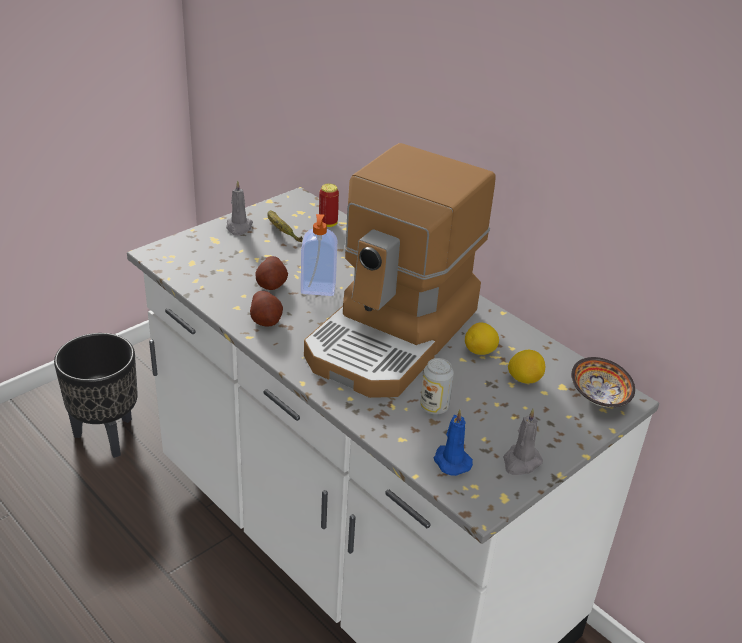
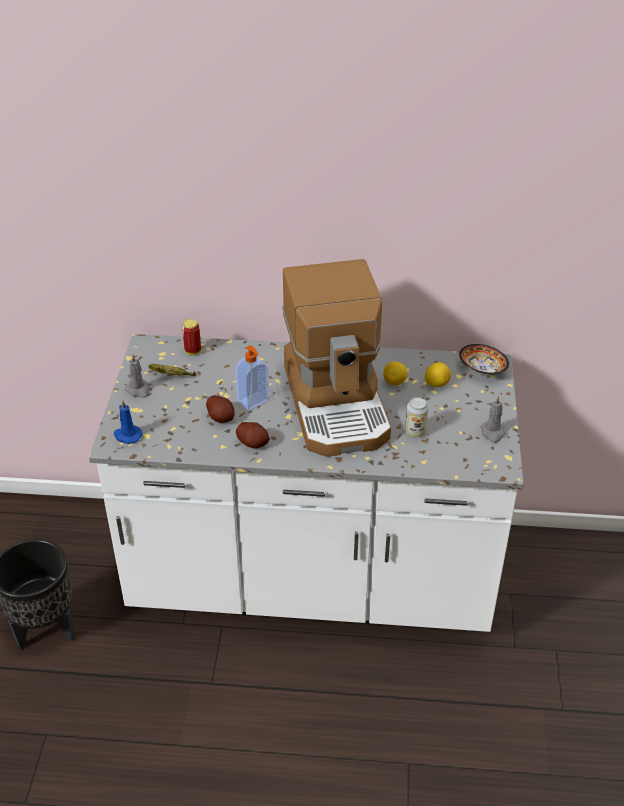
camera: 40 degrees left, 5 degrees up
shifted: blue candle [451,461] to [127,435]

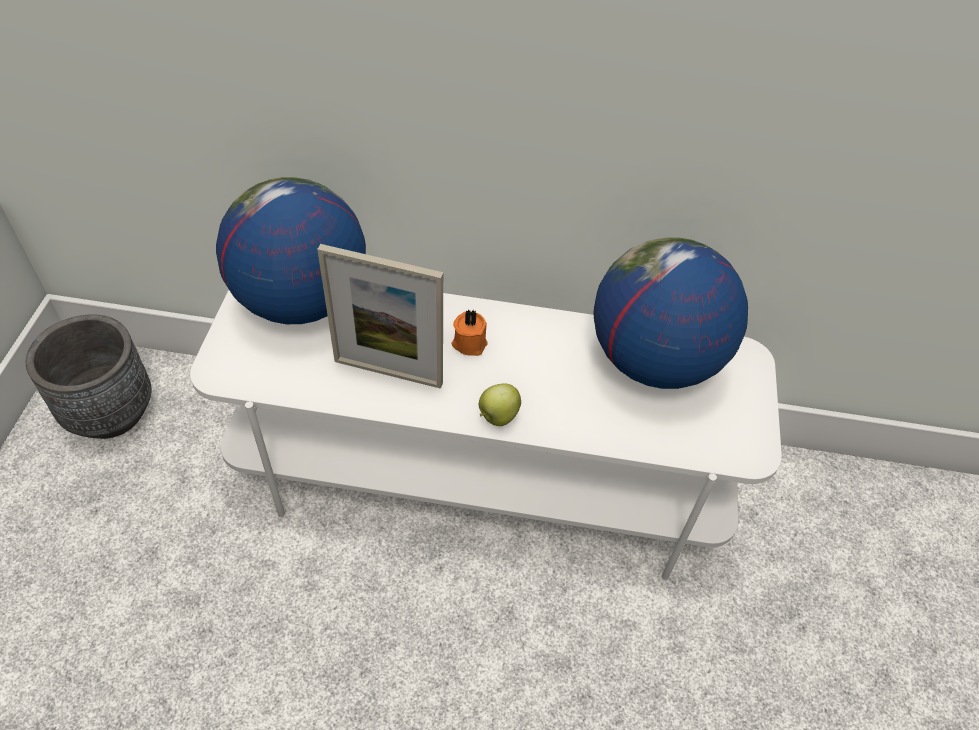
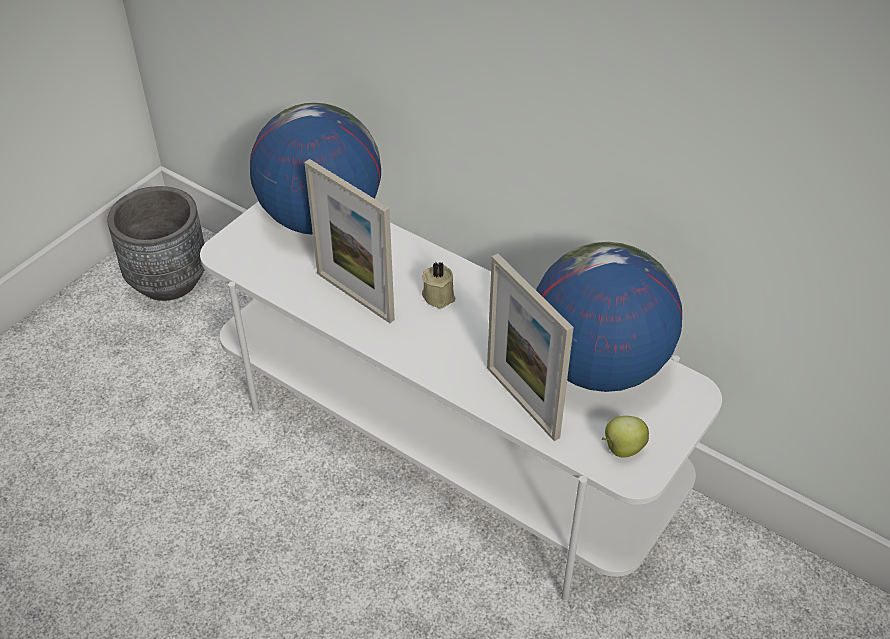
camera: 30 degrees right, 5 degrees down
new: picture frame [522,402]
shifted: apple [497,417] to [622,448]
repainted: orange candle [469,342] to beige candle [439,295]

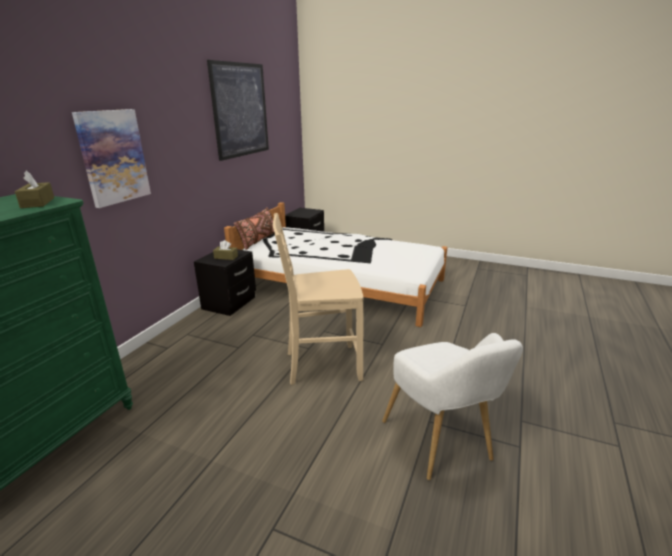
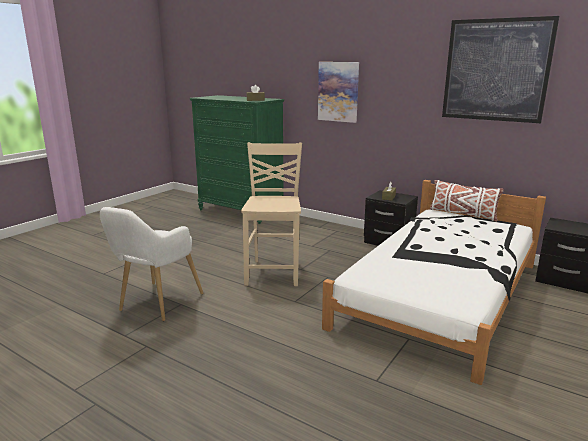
camera: 100 degrees right, 5 degrees down
repainted: brown pillow [258,240] to white pillow [462,214]
rotated: white armchair [441,444] = [156,304] 60 degrees counterclockwise

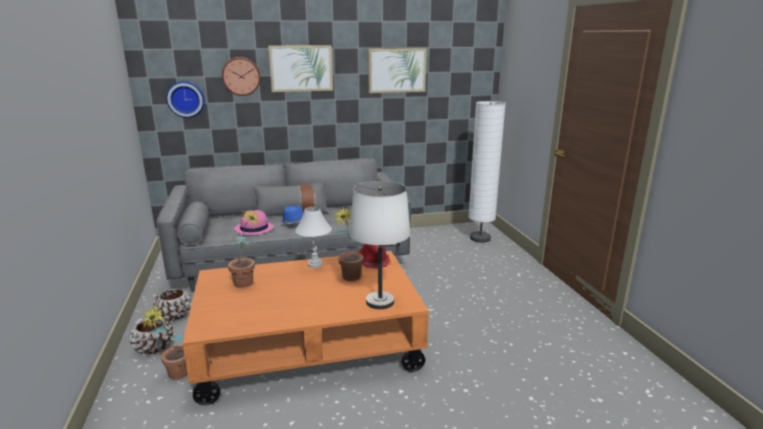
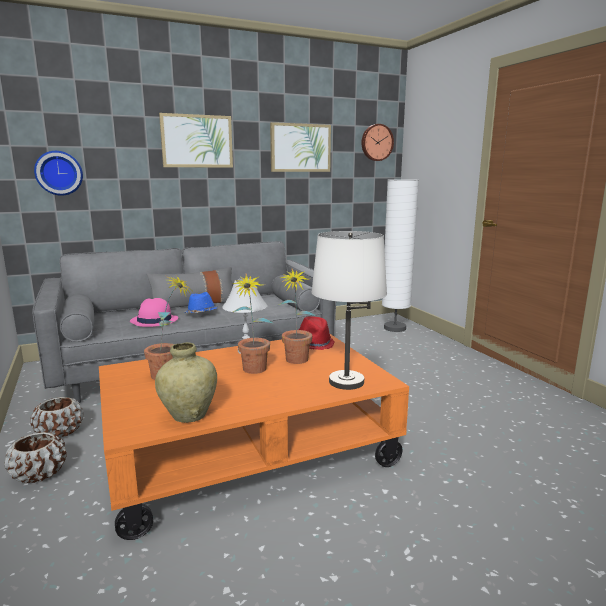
camera: 10 degrees left, 5 degrees down
new: beige vase [189,415]
shifted: wall clock [241,76] to [376,142]; potted plant [174,377] to [253,372]

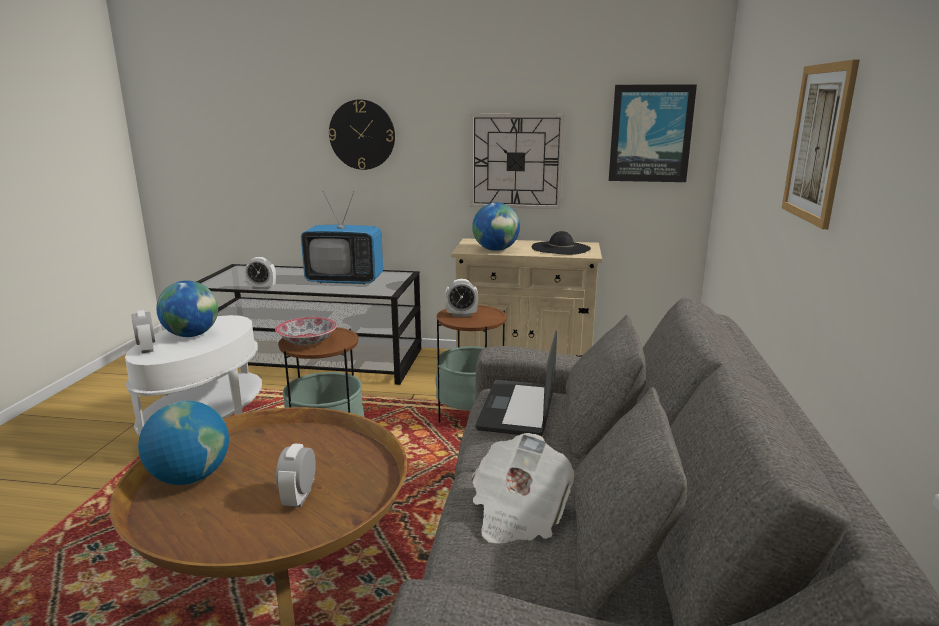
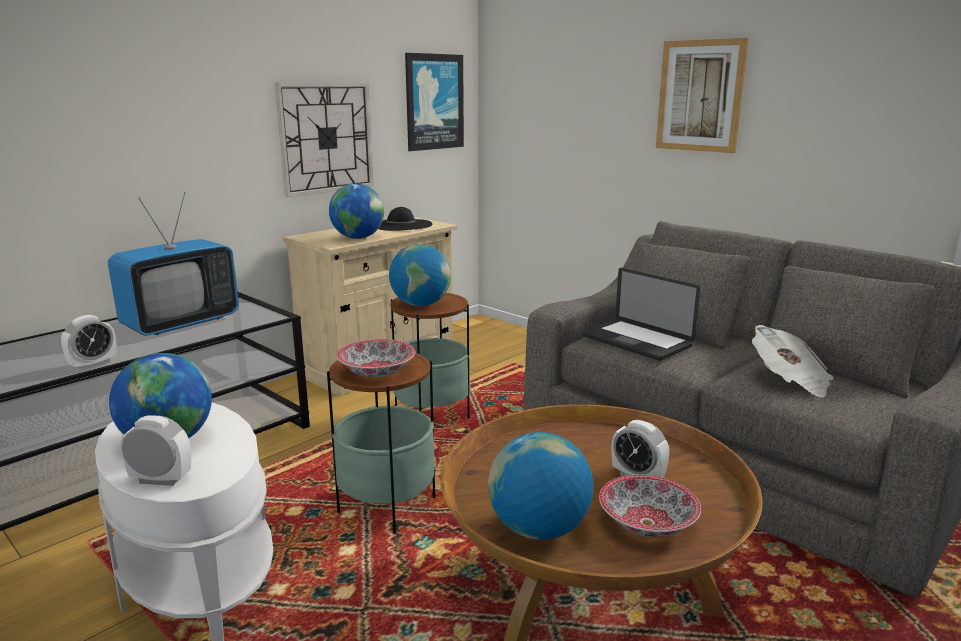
camera: 55 degrees left, 0 degrees up
gone: wall clock [362,135]
new: bowl [646,524]
swapped: alarm clock [461,314] to globe [420,304]

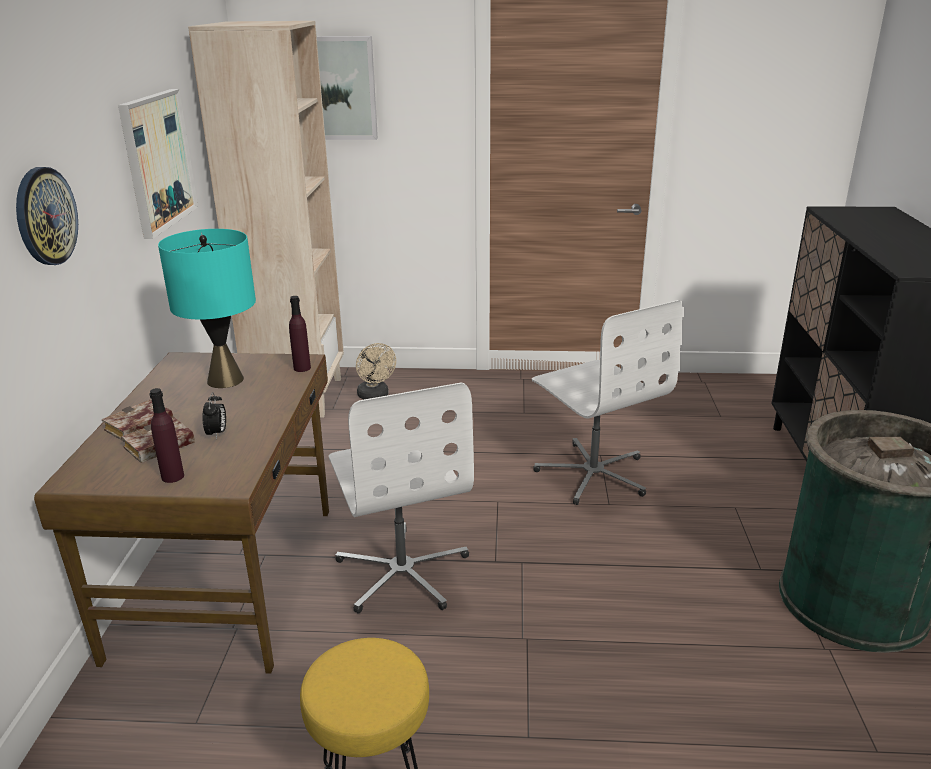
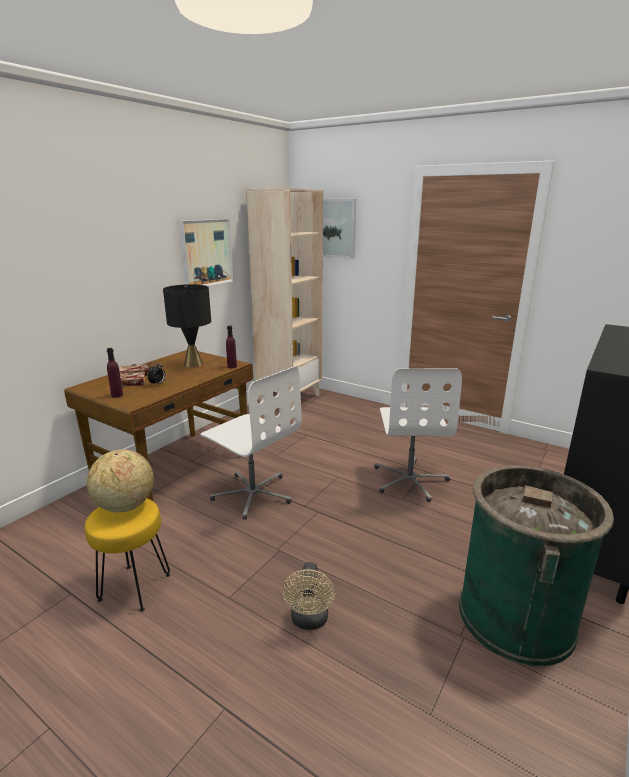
camera: 30 degrees right, 5 degrees down
gone: wall clock [45,216]
new: globe [125,506]
shifted: beige fan [375,396] to [309,621]
repainted: turquoise table lamp [225,380] to black table lamp [193,364]
rotated: white office chair [403,571] = [253,494] 60 degrees counterclockwise

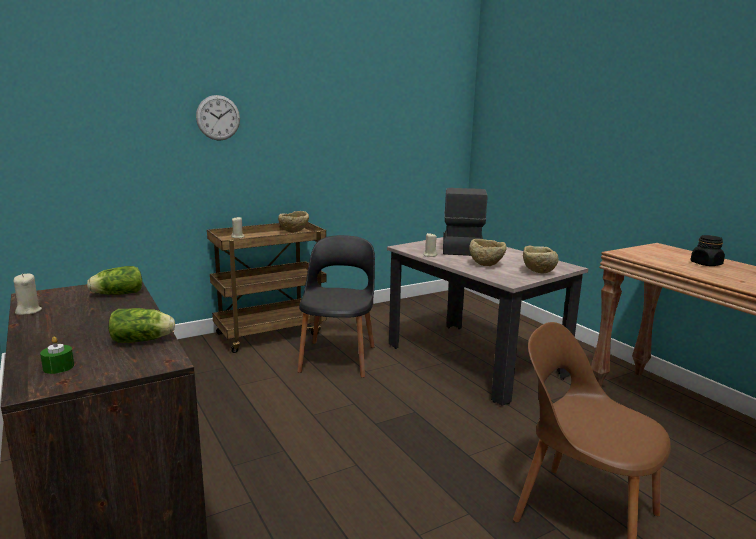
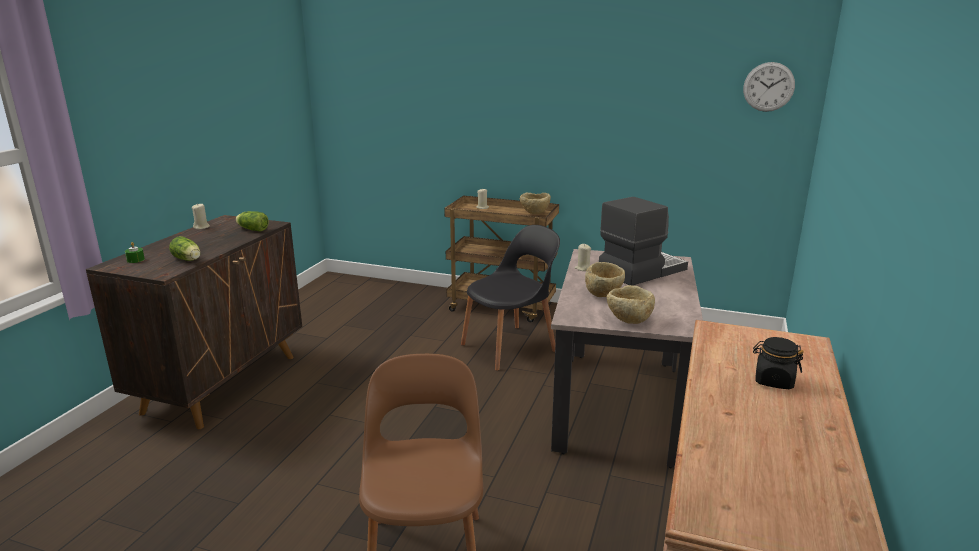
camera: 50 degrees right, 5 degrees up
shifted: wall clock [218,118] to [768,87]

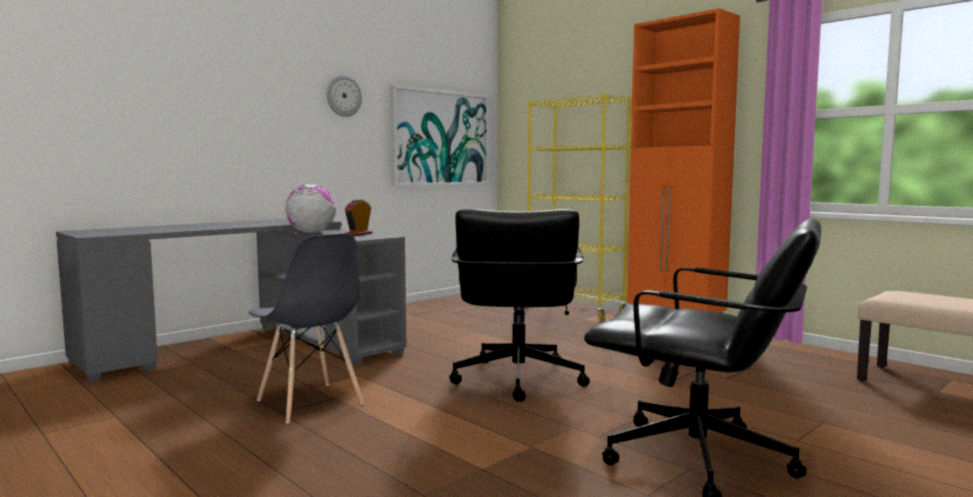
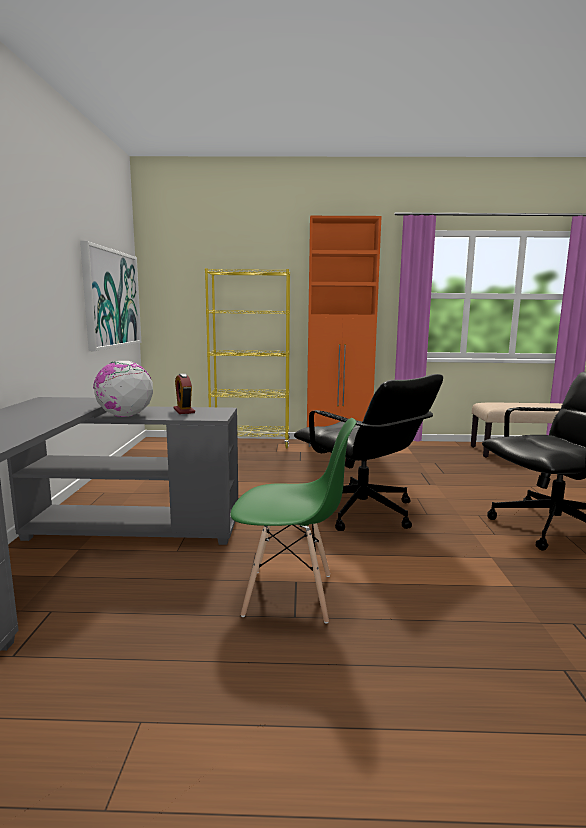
camera: 45 degrees left, 5 degrees up
gone: wall clock [343,96]
repainted: grey chair [310,402] to green chair [290,595]

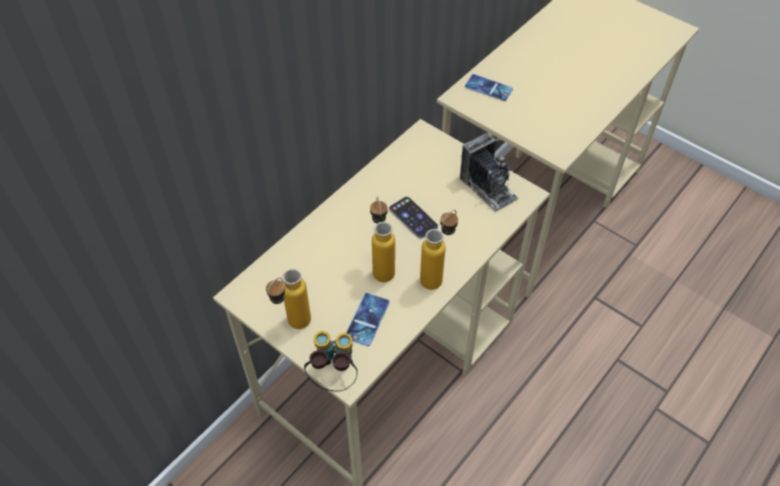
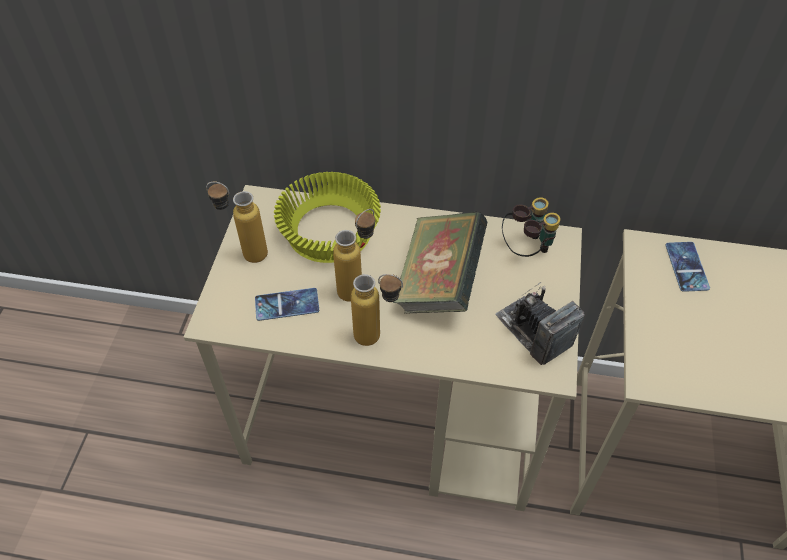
camera: 60 degrees right, 0 degrees up
new: yellow bowl [330,233]
shifted: binoculars [333,376] to [526,248]
swapped: phone [413,217] to book [439,283]
rotated: photo camera [488,187] = [533,331] 120 degrees clockwise

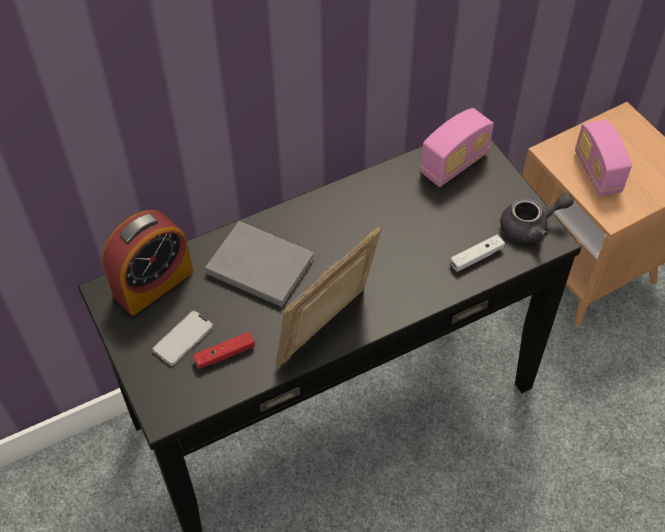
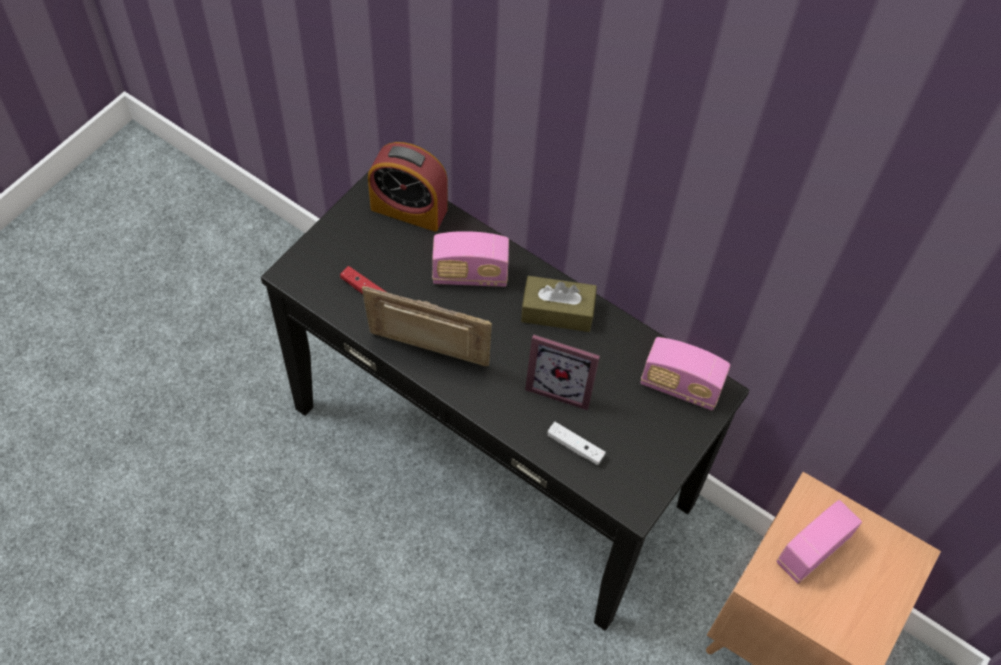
camera: 60 degrees right, 5 degrees up
gone: grey teapot [531,227]; phone [183,338]
new: brown tissue box [557,311]; picture frame [562,384]
swapped: grey book [259,264] to radio [470,275]

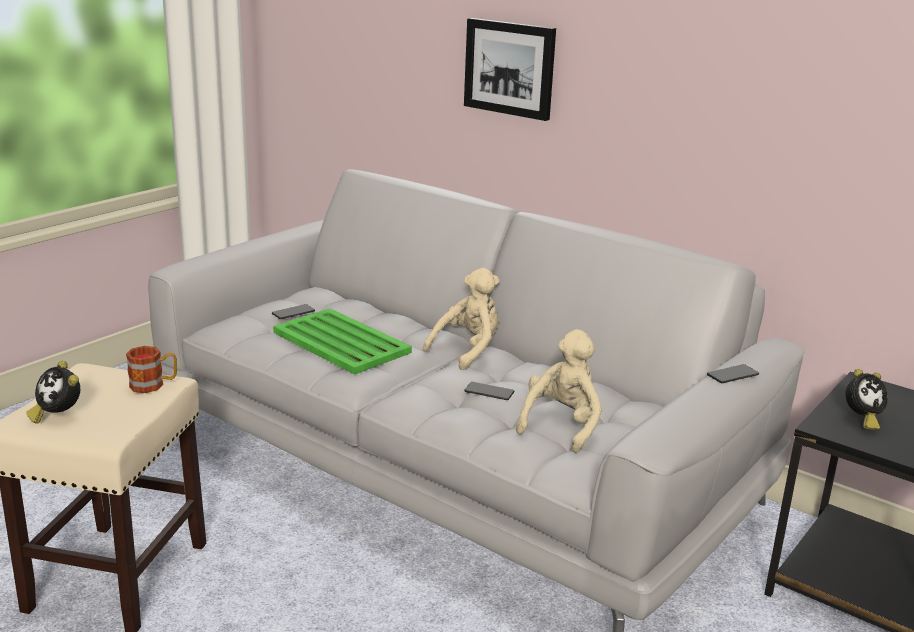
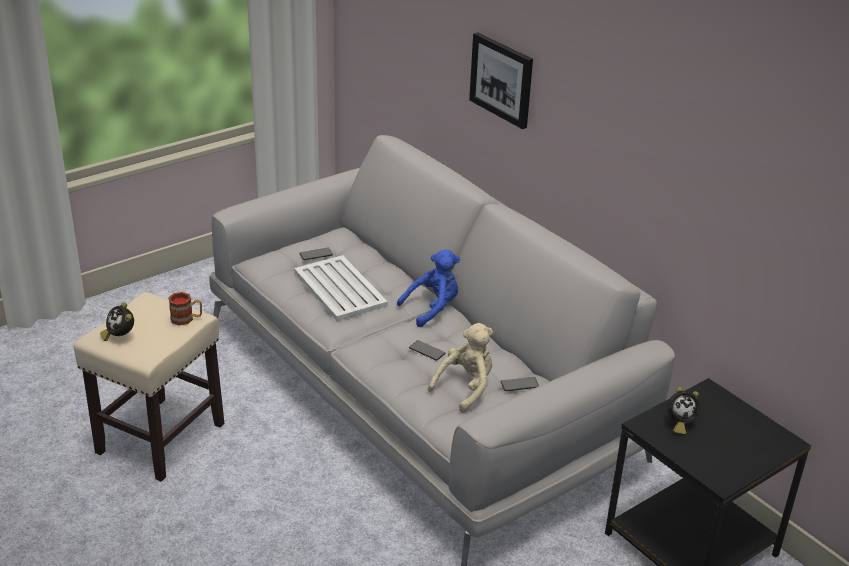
camera: 15 degrees right, 10 degrees up
shifted: phone [732,375] to [519,385]
repainted: beige plush toy [468,351] to blue plush toy [432,309]; green tray [340,342] to white tray [339,288]

